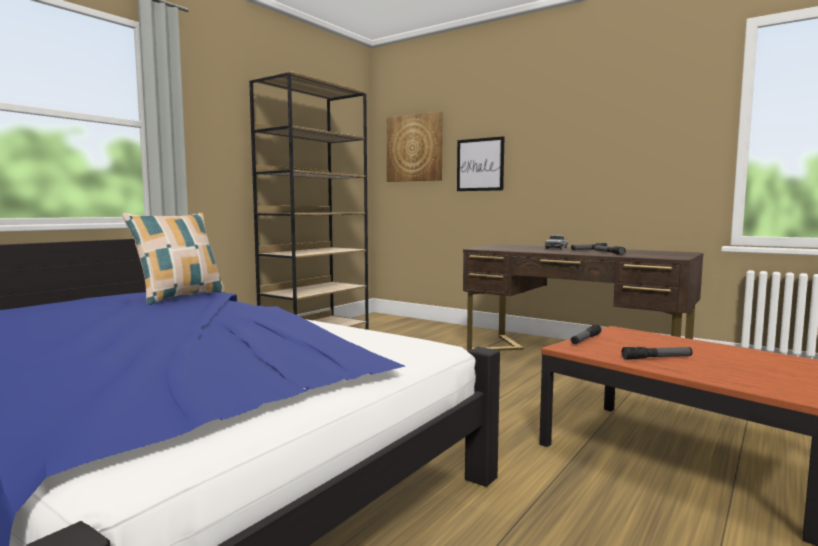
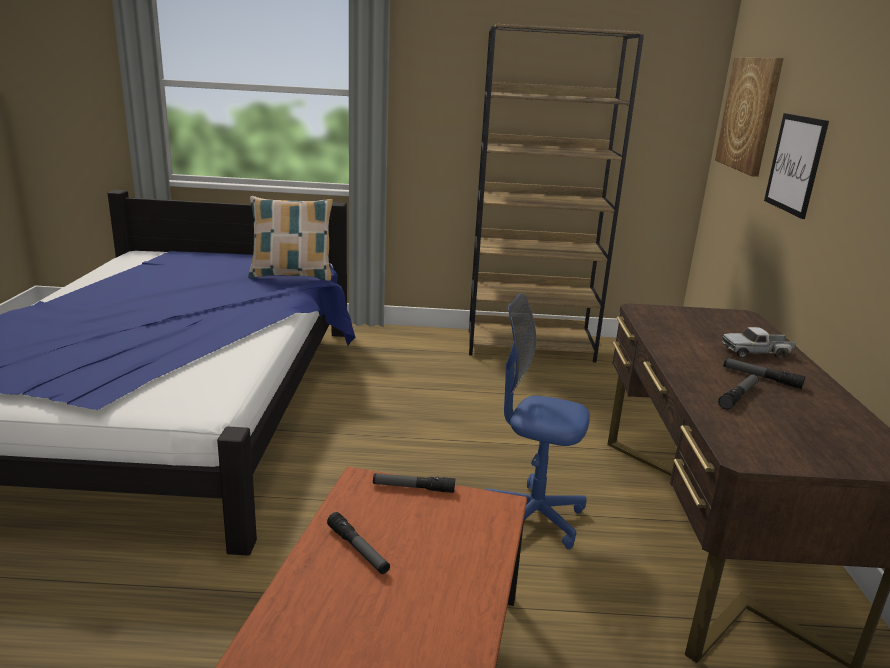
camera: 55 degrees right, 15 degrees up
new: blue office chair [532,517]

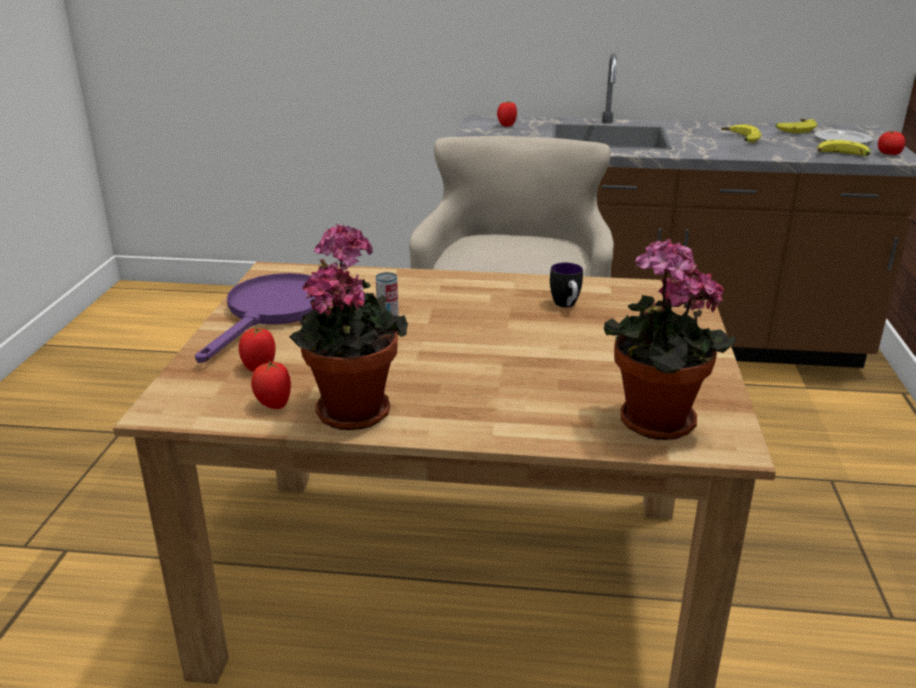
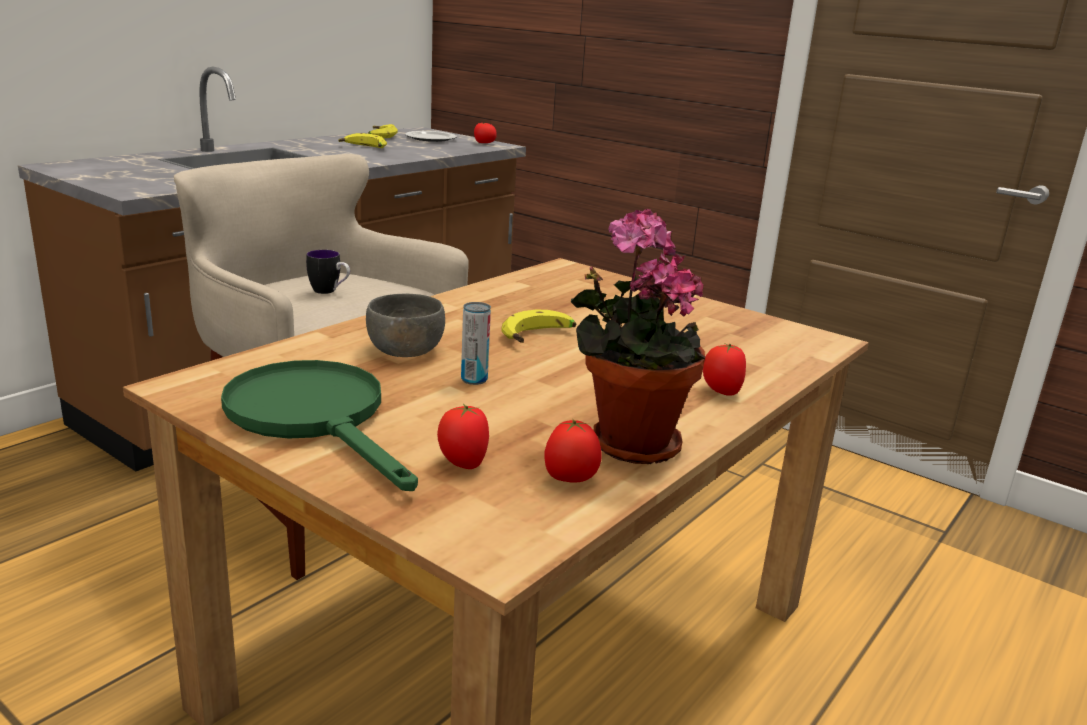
camera: 60 degrees left, 5 degrees down
gone: potted plant [652,424]
new: grey bowl [405,351]
shifted: tomato [506,125] to [721,392]; banana [842,156] to [539,337]; mug [566,306] to [329,291]
repainted: purple frying pan [273,312] to green frying pan [316,418]

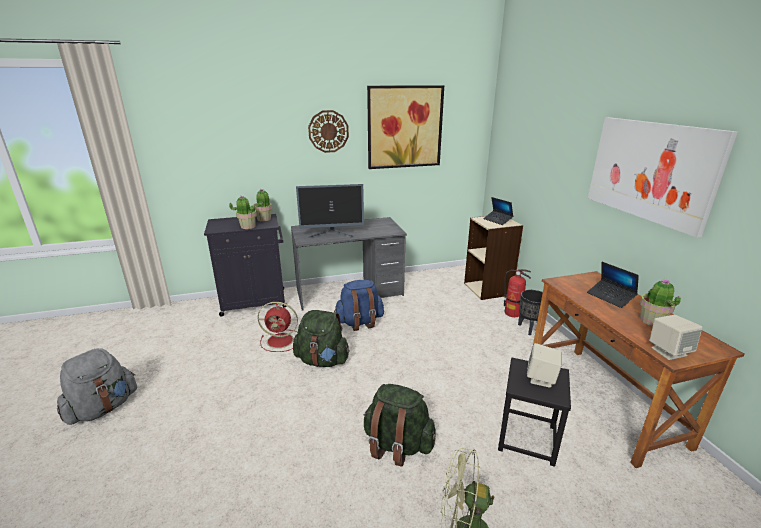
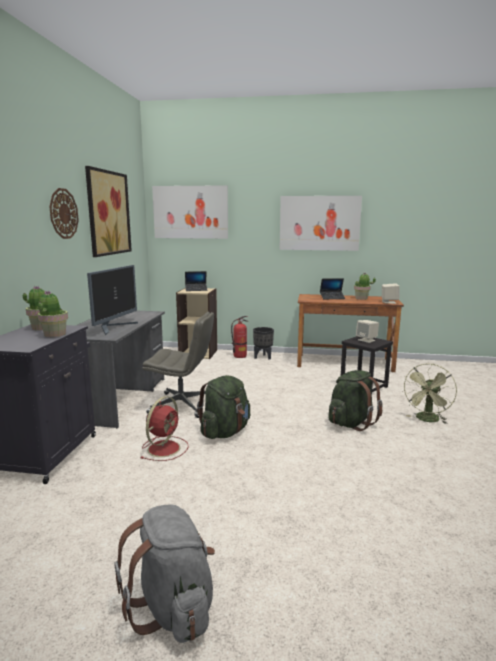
camera: 65 degrees left, 10 degrees down
new: picture [190,212]
swapped: blue backpack [360,322] to grey office chair [182,405]

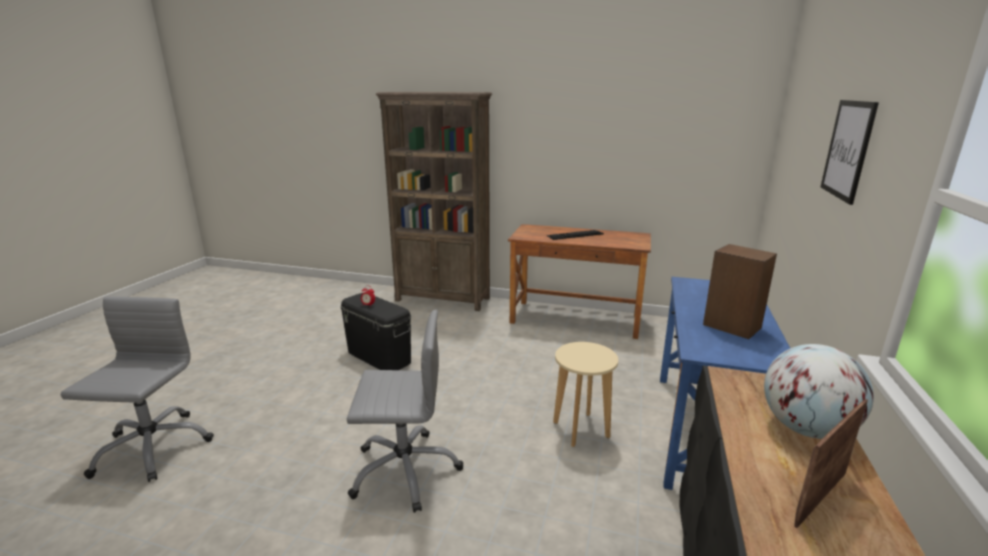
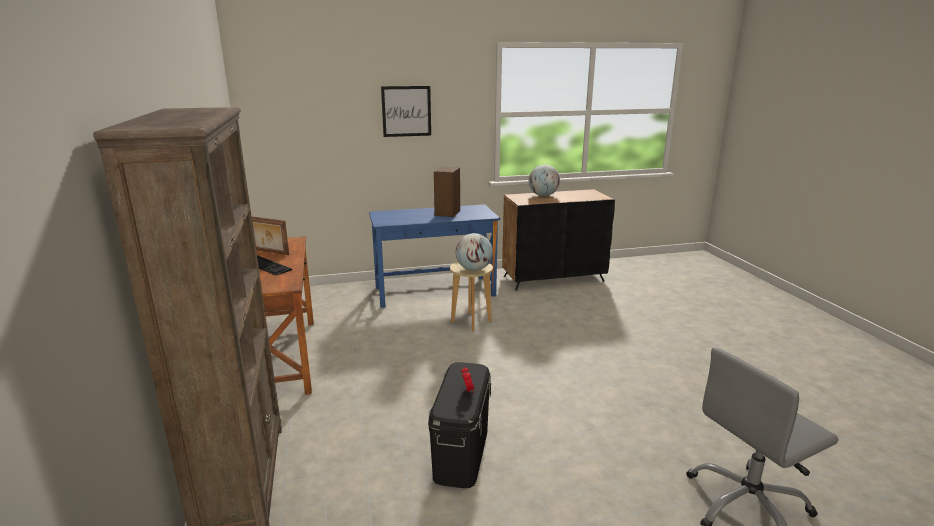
camera: 120 degrees left, 0 degrees up
gone: grey office chair [405,470]
new: globe [473,269]
shifted: picture frame [818,497] to [270,252]

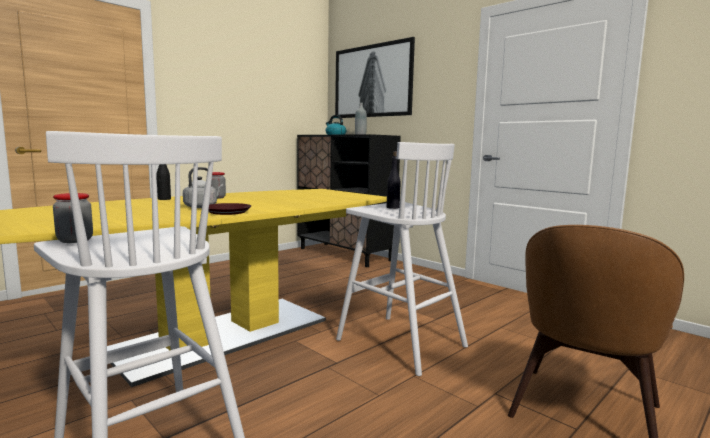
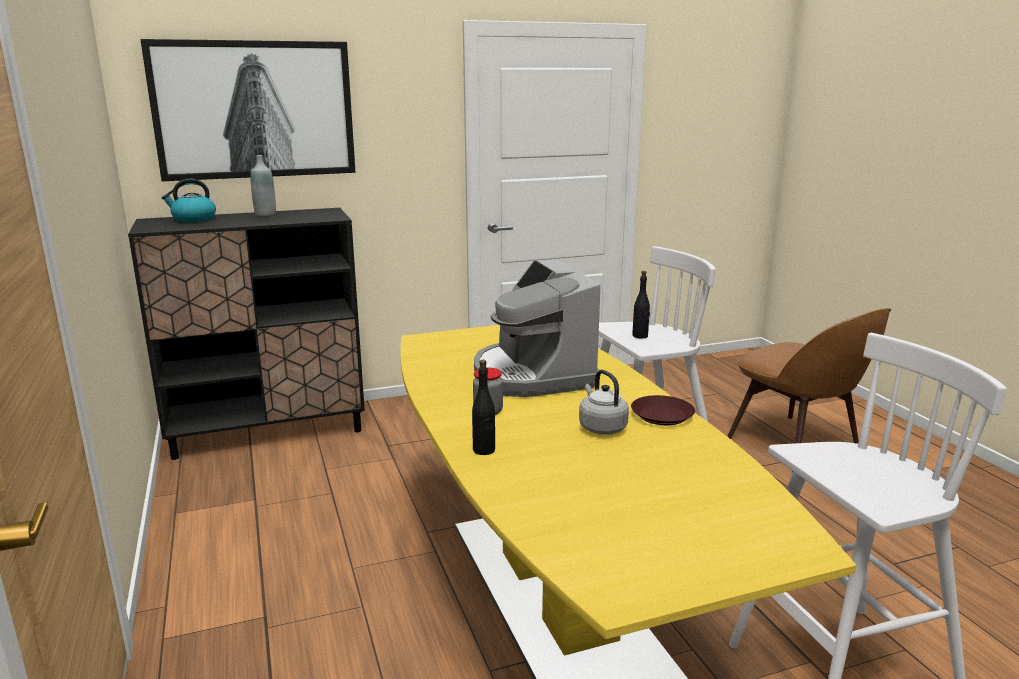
camera: 65 degrees left, 10 degrees up
gone: jar [75,240]
new: coffee machine [532,374]

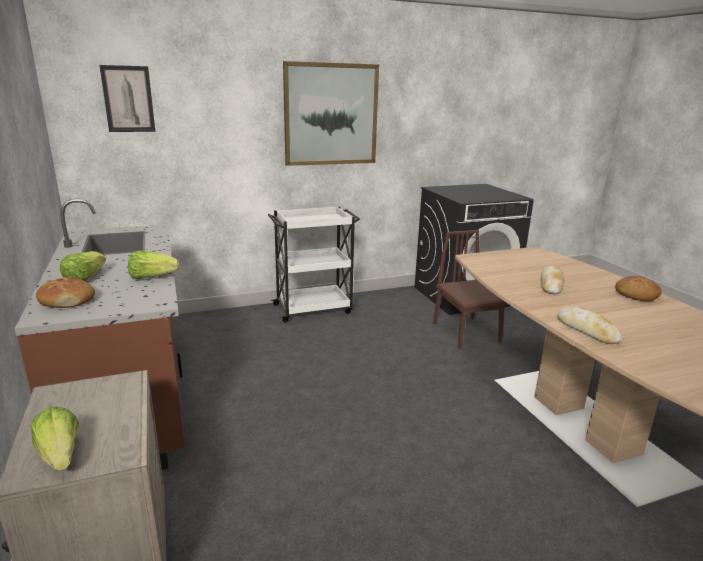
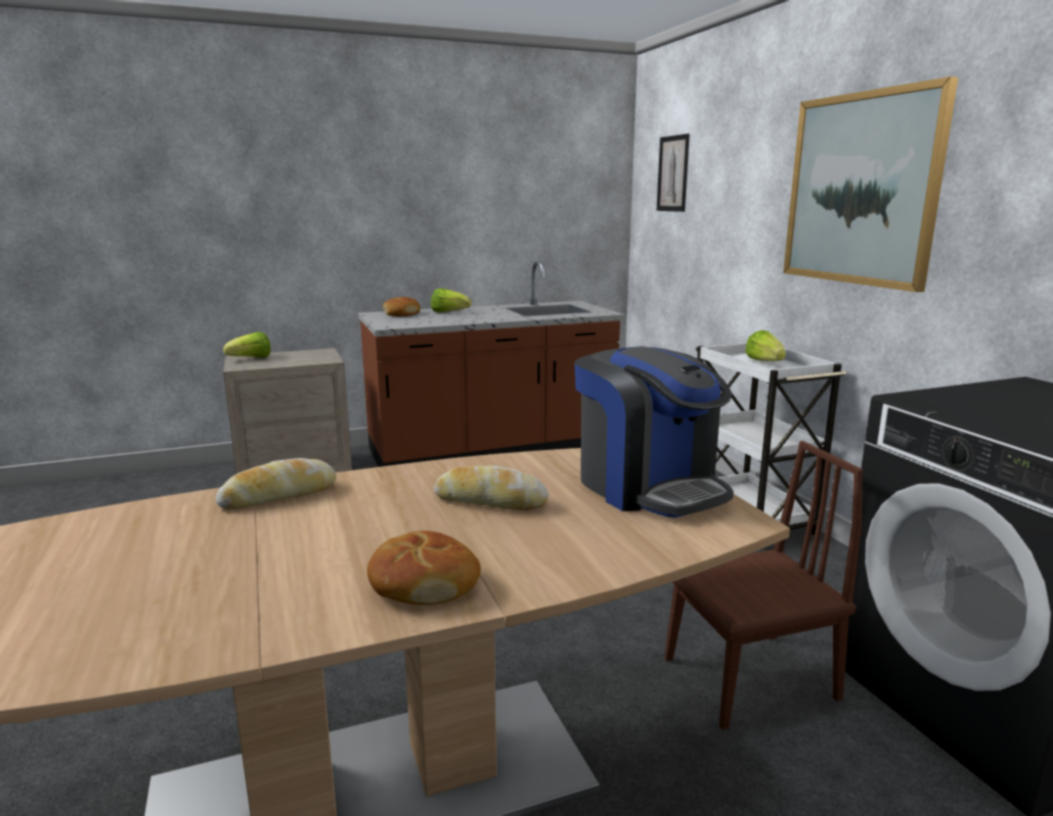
camera: 90 degrees right, 5 degrees down
new: coffee machine [648,486]
shifted: lettuce [152,277] to [765,362]

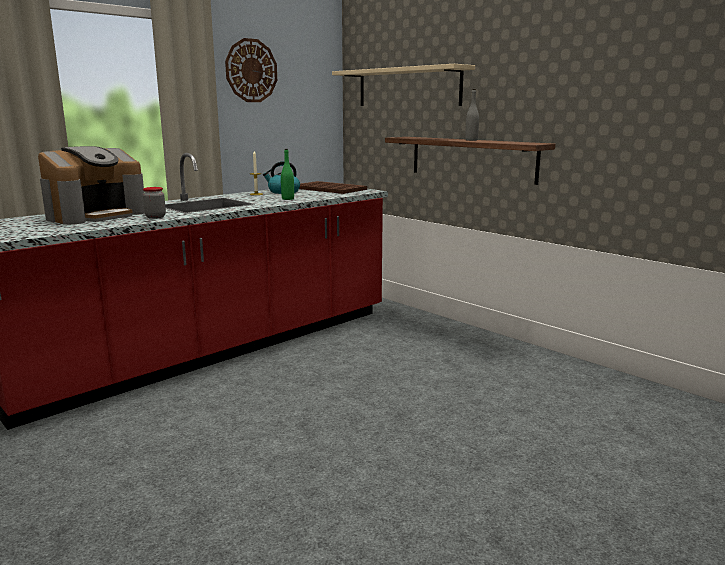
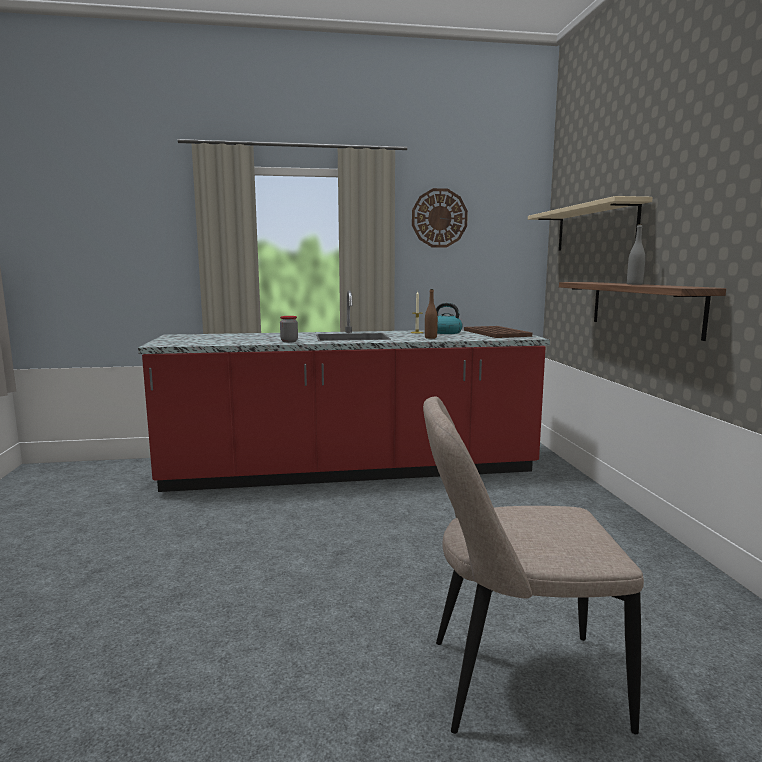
camera: 35 degrees right, 5 degrees down
gone: coffee machine [96,215]
new: beige chair [514,682]
repainted: green bottle [288,199] to brown bottle [430,338]

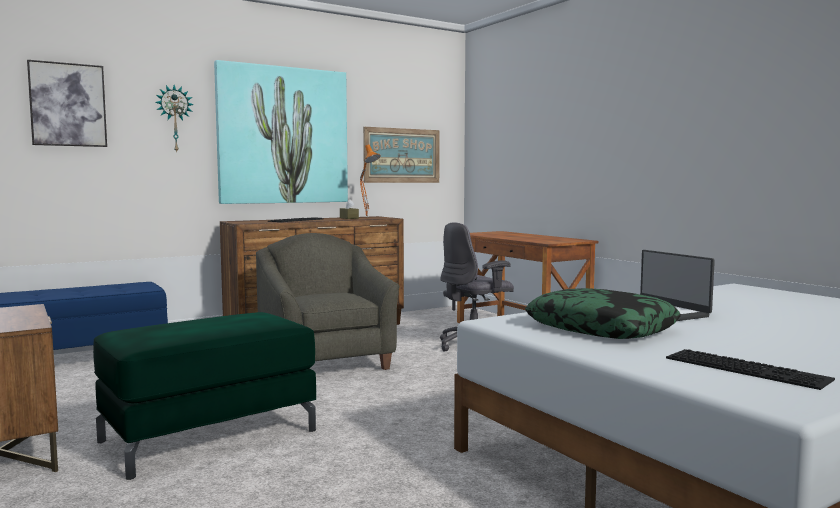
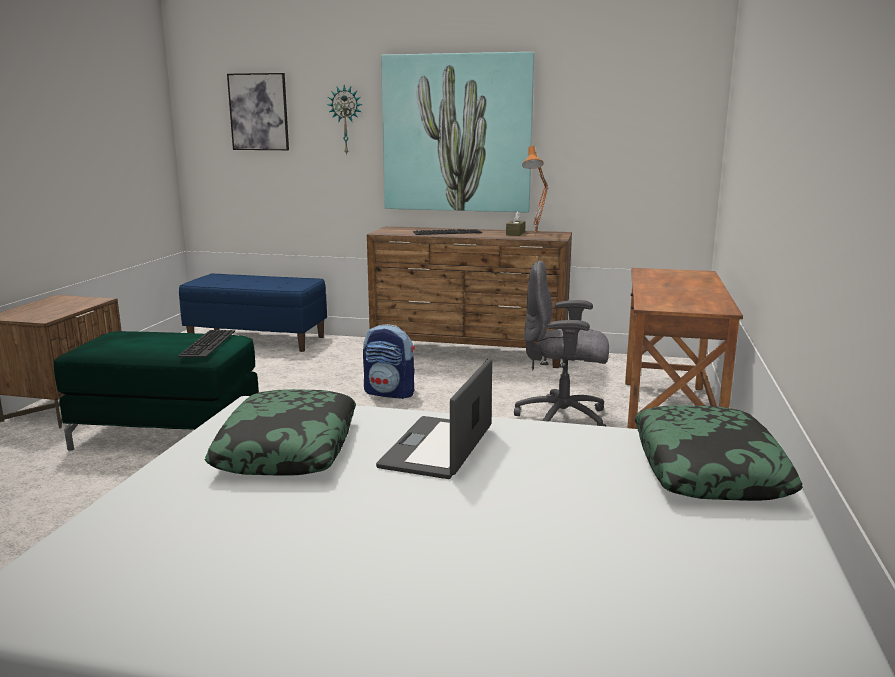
camera: 45 degrees right, 10 degrees up
gone: picture [402,155]
new: pillow [708,469]
shifted: keyboard [748,368] to [209,343]
swapped: grey armchair [326,361] to backpack [390,393]

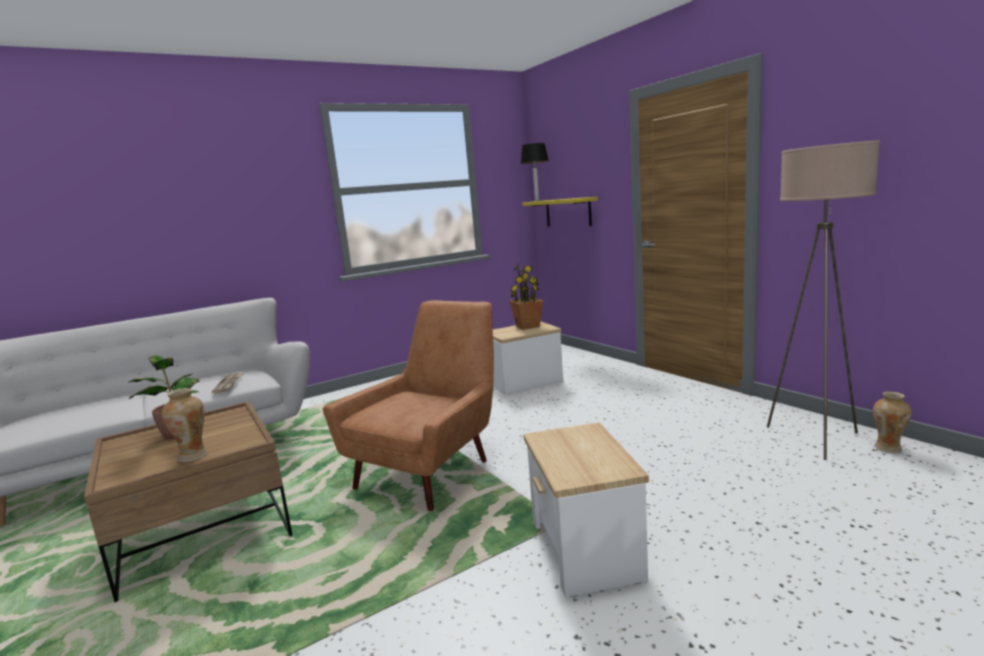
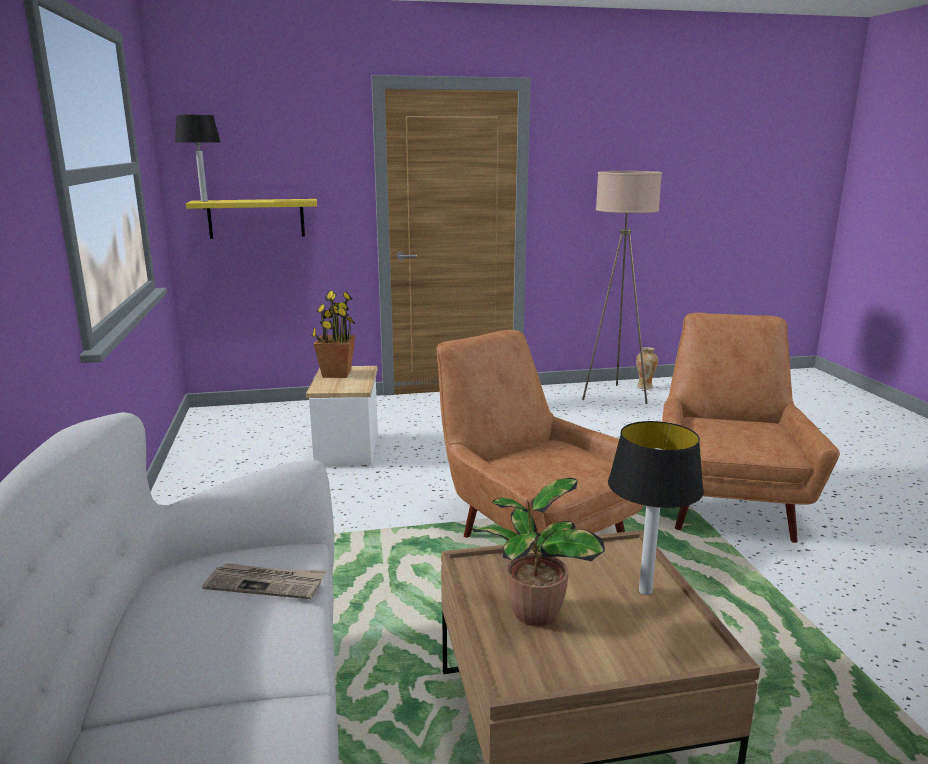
camera: 70 degrees left, 5 degrees up
swapped: vase [194,456] to table lamp [644,590]; side table [583,550] to brown armchair [725,501]

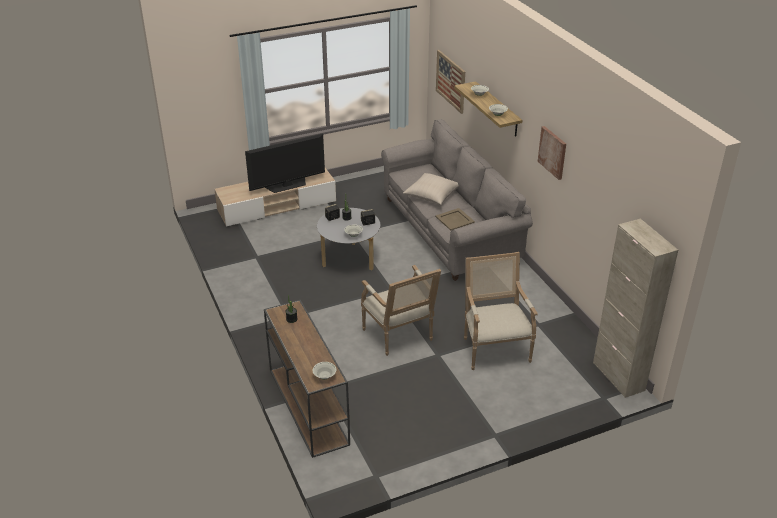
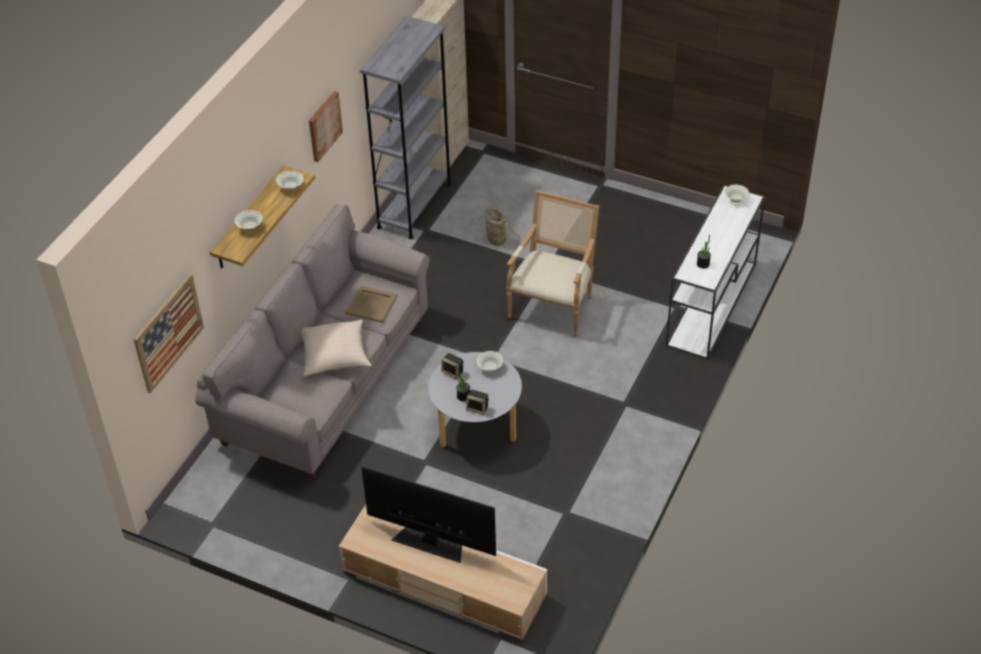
camera: 130 degrees left, 10 degrees up
new: grey bookcase [414,206]
swapped: armchair [494,348] to basket [495,239]
repainted: brown console table [307,405] to white console table [711,305]

